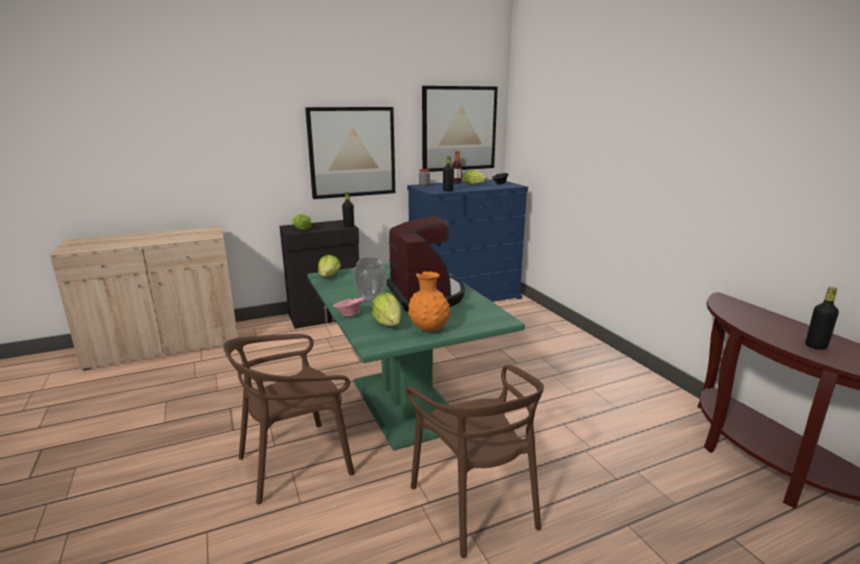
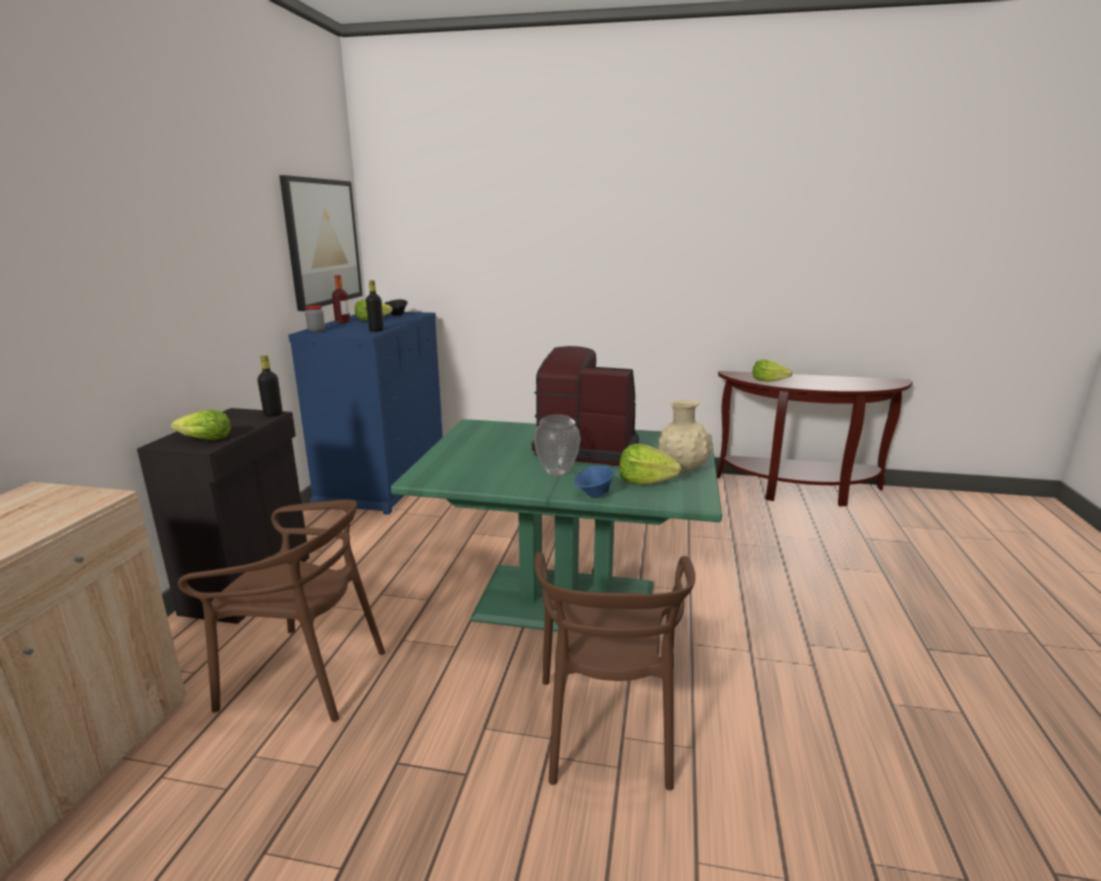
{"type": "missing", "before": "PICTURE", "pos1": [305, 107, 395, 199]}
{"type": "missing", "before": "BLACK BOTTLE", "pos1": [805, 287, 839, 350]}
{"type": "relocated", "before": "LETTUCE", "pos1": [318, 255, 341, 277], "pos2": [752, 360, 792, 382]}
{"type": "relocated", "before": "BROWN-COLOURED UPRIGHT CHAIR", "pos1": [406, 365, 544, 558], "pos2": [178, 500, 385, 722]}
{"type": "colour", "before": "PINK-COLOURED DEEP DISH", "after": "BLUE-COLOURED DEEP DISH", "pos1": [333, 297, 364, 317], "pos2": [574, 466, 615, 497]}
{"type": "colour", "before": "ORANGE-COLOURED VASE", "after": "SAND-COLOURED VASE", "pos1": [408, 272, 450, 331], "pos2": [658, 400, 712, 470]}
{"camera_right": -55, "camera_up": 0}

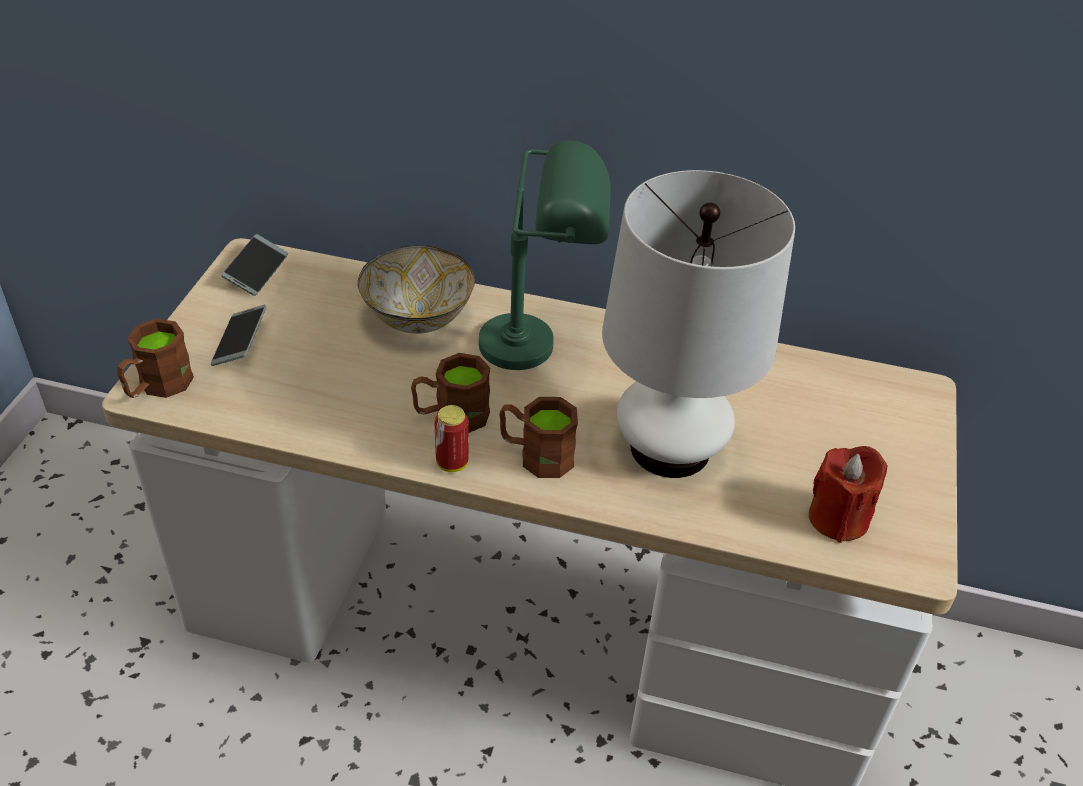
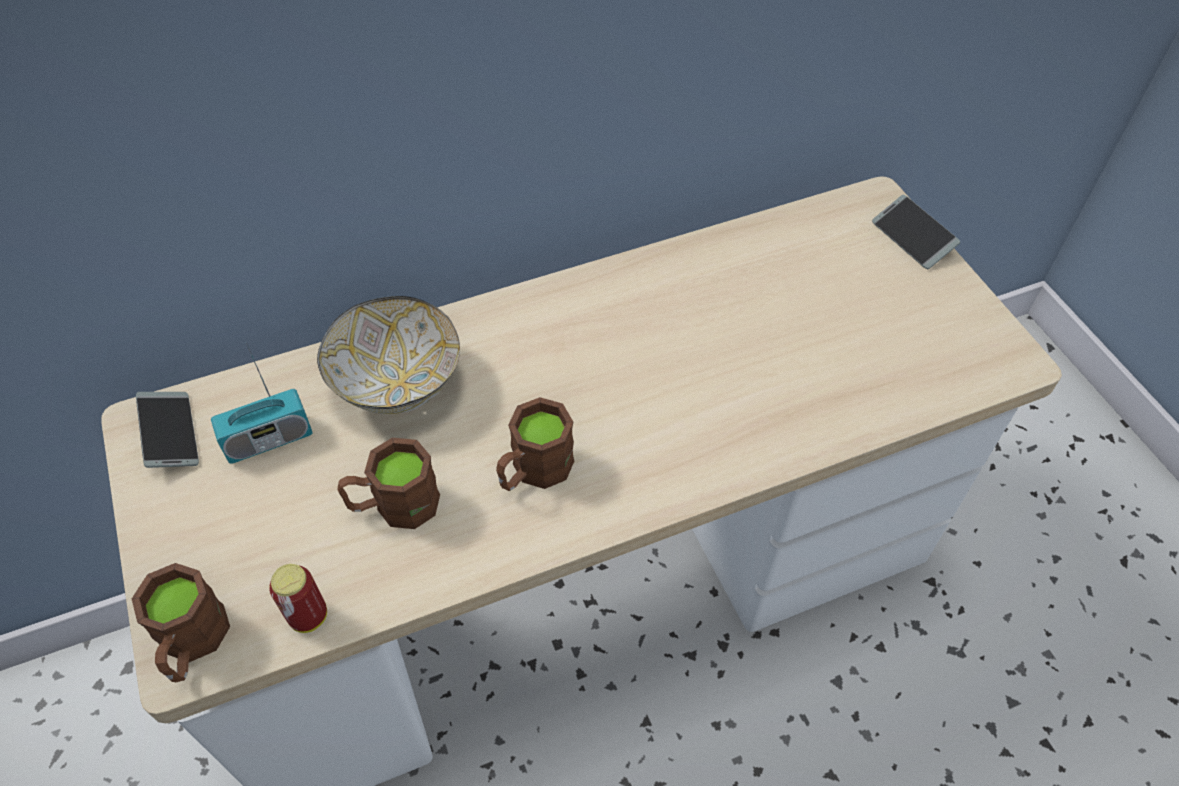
{"type": "missing", "before": "GREENISH LAMP FOR A TABLE", "pos1": [479, 140, 610, 370]}
{"type": "missing", "before": "WHITE-COLOURED LAMP FOR A TABLE", "pos1": [602, 170, 795, 478]}
{"type": "missing", "before": "RED-COLOURED WAX LIGHT", "pos1": [809, 446, 887, 543]}
{"type": "appeared", "after": "RADIO RECEIVER", "pos2": [211, 342, 313, 464]}
{"type": "relocated", "before": "TELEPHONE", "pos1": [211, 304, 266, 366], "pos2": [872, 195, 960, 269]}
{"type": "relocated", "before": "METAL CAN", "pos1": [434, 405, 469, 472], "pos2": [269, 564, 327, 633]}
{"type": "relocated", "before": "BROWN-COLOURED MUG", "pos1": [499, 397, 578, 478], "pos2": [337, 438, 440, 529]}
{"camera_right": -35, "camera_up": 10}

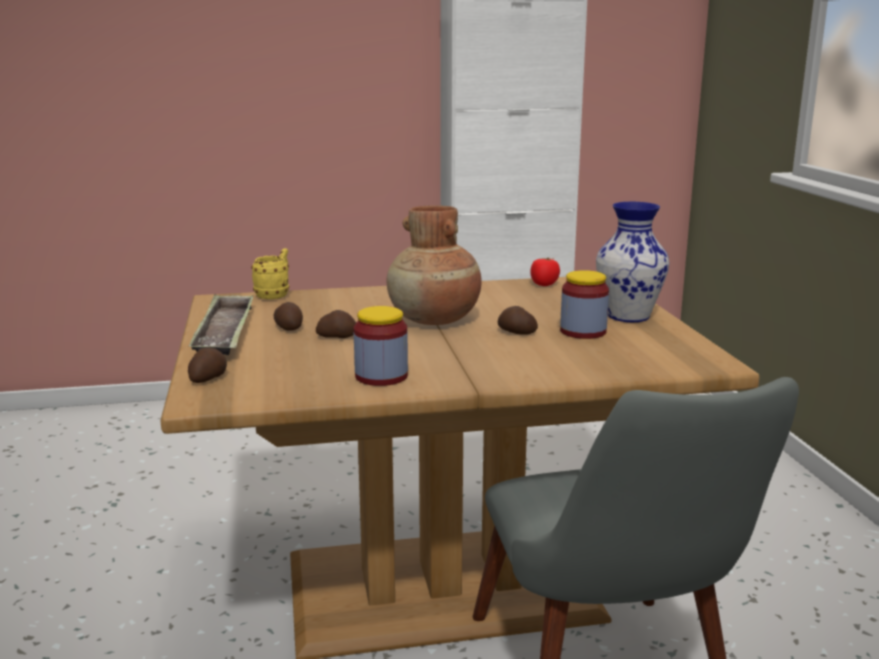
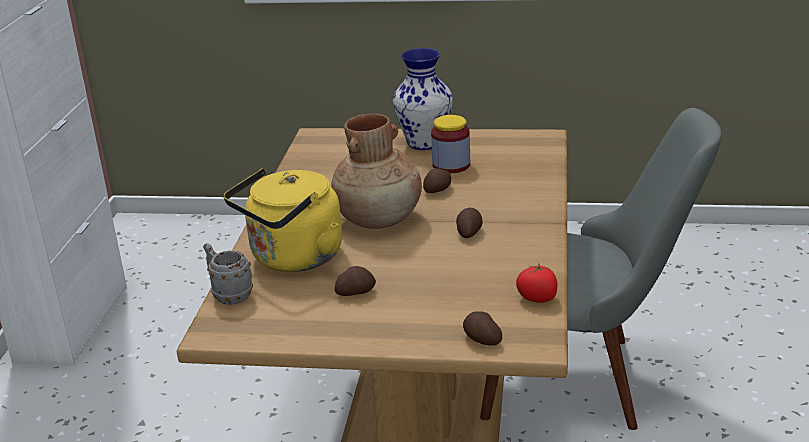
{"type": "missing", "before": "SERVING TRAY", "pos1": [189, 294, 254, 355]}
{"type": "missing", "before": "PRESERVE JAR", "pos1": [354, 306, 408, 386]}
{"type": "appeared", "after": "YELLOW-COLOURED TEA KETTLE", "pos2": [224, 168, 342, 272]}
{"type": "relocated", "before": "POTATO", "pos1": [316, 310, 356, 338], "pos2": [456, 208, 483, 238]}
{"type": "relocated", "before": "FRESH TOMATO", "pos1": [530, 258, 560, 286], "pos2": [516, 263, 558, 303]}
{"type": "colour", "before": "YELLOW-COLOURED MUG", "after": "GREY MUG", "pos1": [251, 248, 289, 299], "pos2": [203, 243, 253, 305]}
{"camera_right": -70, "camera_up": 10}

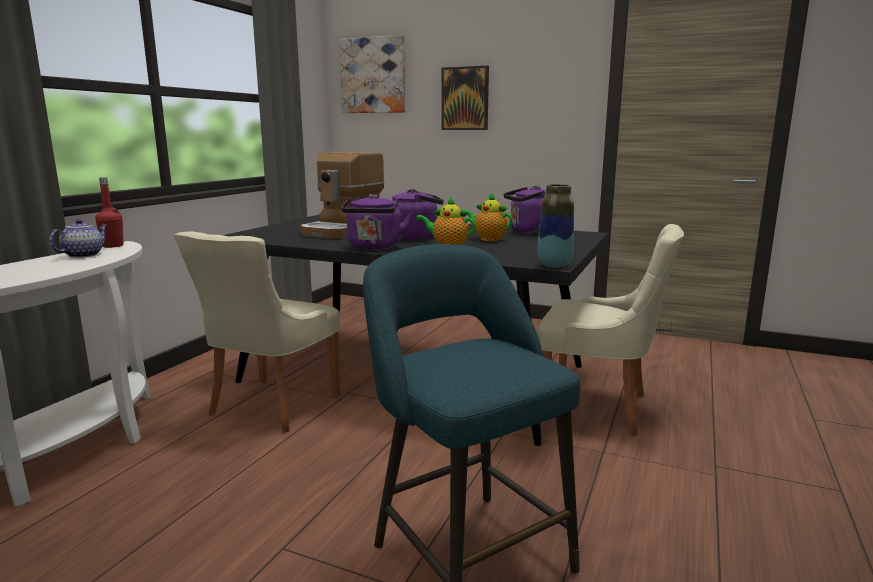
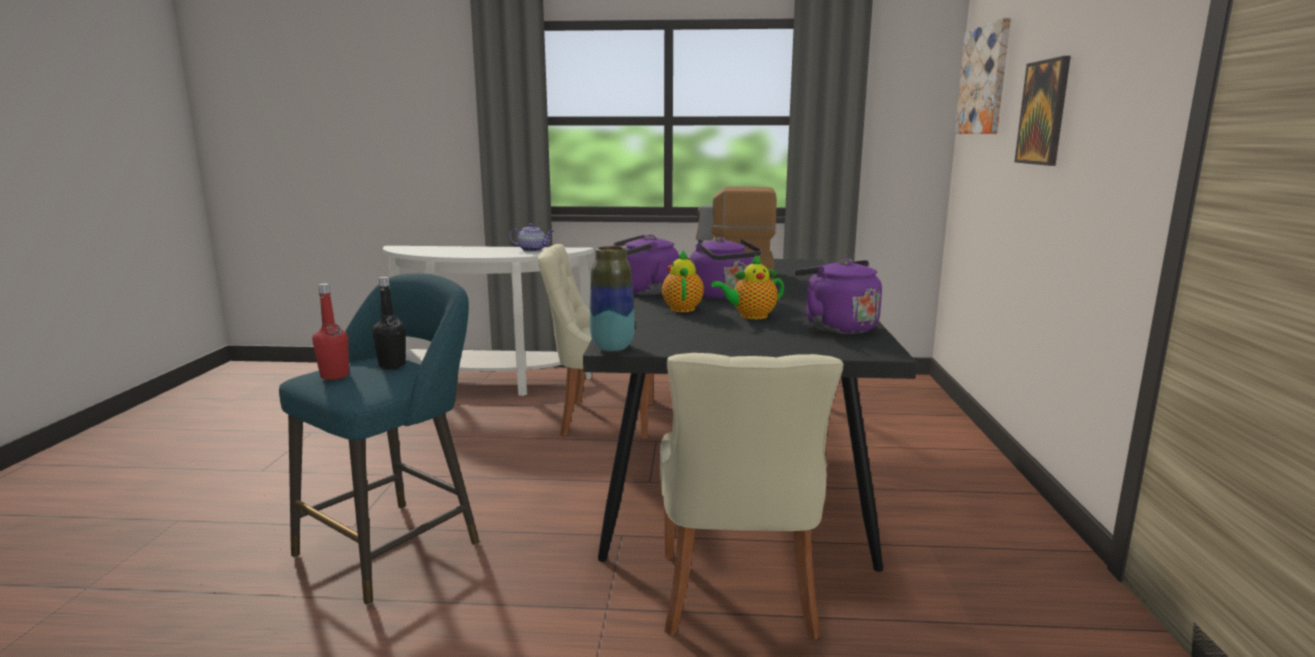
{"type": "appeared", "after": "BLACK BOTTLE", "pos2": [372, 277, 406, 369]}
{"type": "relocated", "before": "RED-COLOURED BOTTLE", "pos1": [95, 177, 124, 248], "pos2": [312, 283, 349, 380]}
{"type": "spun", "before": "TEA POT", "pos1": [461, 193, 512, 241], "pos2": [711, 255, 784, 319], "turn": -120}
{"camera_right": 70, "camera_up": 0}

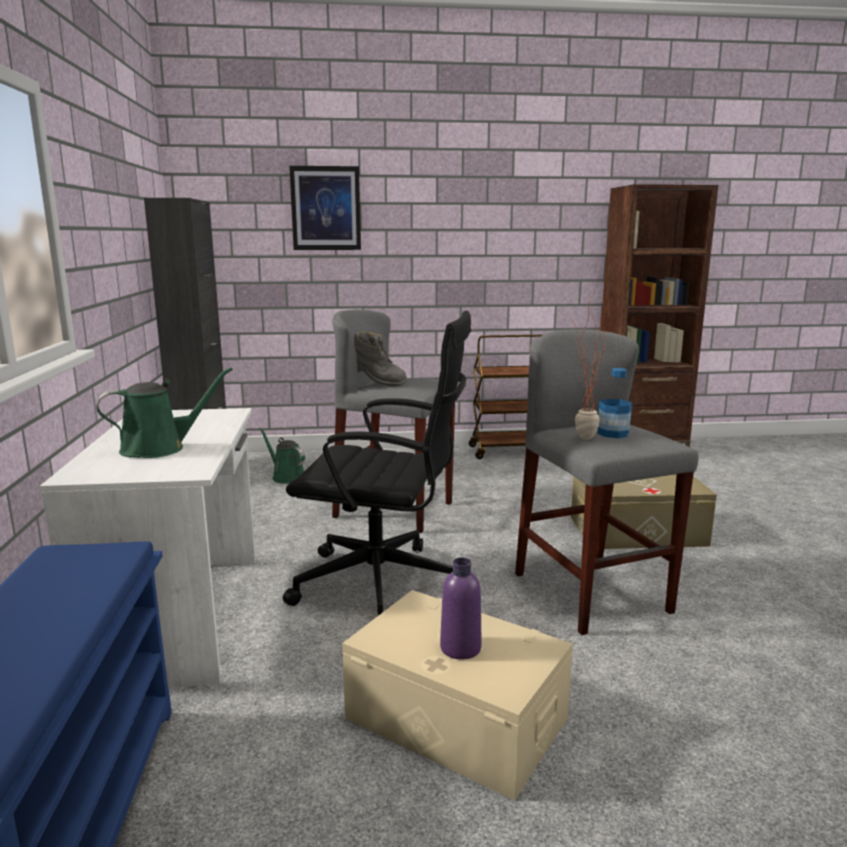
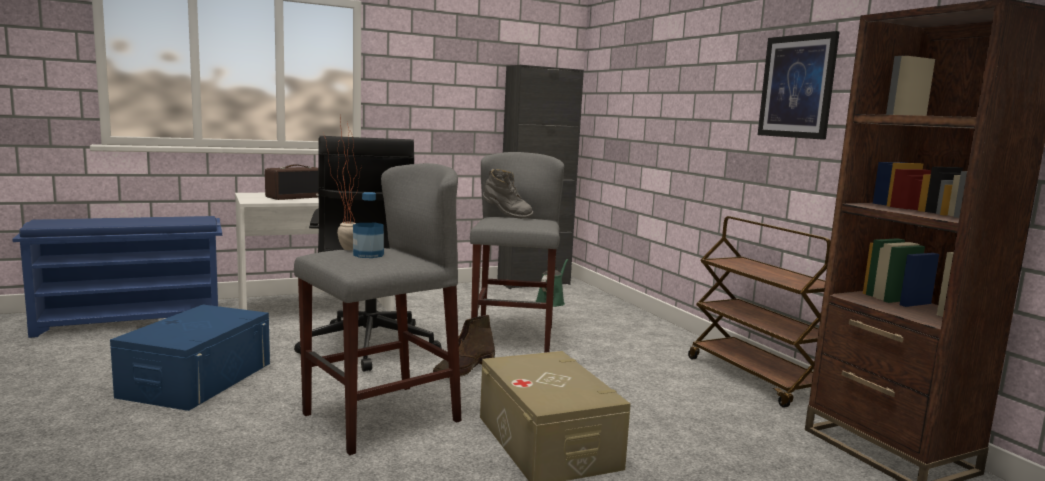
{"type": "missing", "before": "PURPLE-COLOURED BOTTLE", "pos1": [440, 557, 482, 659]}
{"type": "appeared", "after": "BROWN-COLOURED BOOT", "pos2": [433, 315, 495, 378]}
{"type": "relocated", "before": "PICTURE", "pos1": [289, 166, 361, 250], "pos2": [758, 31, 840, 140]}
{"type": "exchanged", "before": "GREENISH SPRINKLING CAN", "after": "RADIO RECEIVER", "pos1": [97, 367, 233, 458], "pos2": [265, 164, 319, 200]}
{"type": "colour", "before": "SAND-COLOURED STORAGE CONTAINER", "after": "BLUE-COLOURED STORAGE CONTAINER", "pos1": [342, 590, 573, 800], "pos2": [110, 305, 270, 411]}
{"type": "spun", "before": "GREY BOOT", "pos1": [354, 332, 407, 386], "pos2": [483, 169, 533, 219], "turn": -60}
{"camera_right": 70, "camera_up": -5}

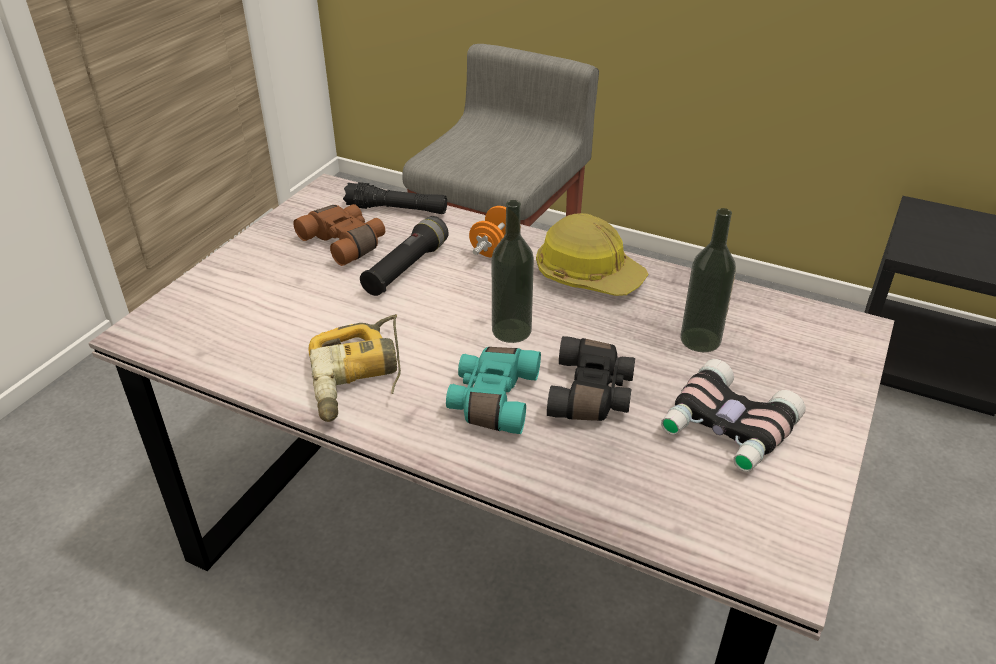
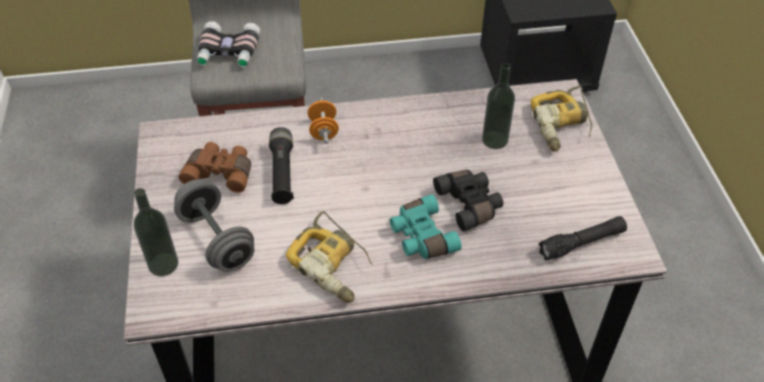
{"type": "missing", "before": "HARD HAT", "pos1": [536, 213, 648, 296]}
{"type": "appeared", "after": "GREY DUMBBELL", "pos2": [174, 179, 254, 272]}
{"type": "appeared", "after": "ELECTRIC DRILL", "pos2": [531, 86, 592, 151]}
{"type": "relocated", "before": "BLACK FLASHLIGHT", "pos1": [343, 182, 447, 214], "pos2": [538, 216, 627, 260]}
{"type": "relocated", "before": "BOTTLE", "pos1": [492, 200, 534, 343], "pos2": [134, 188, 178, 276]}
{"type": "relocated", "before": "FIELD GLASSES", "pos1": [661, 359, 806, 472], "pos2": [197, 21, 260, 67]}
{"camera_right": -35, "camera_up": 10}

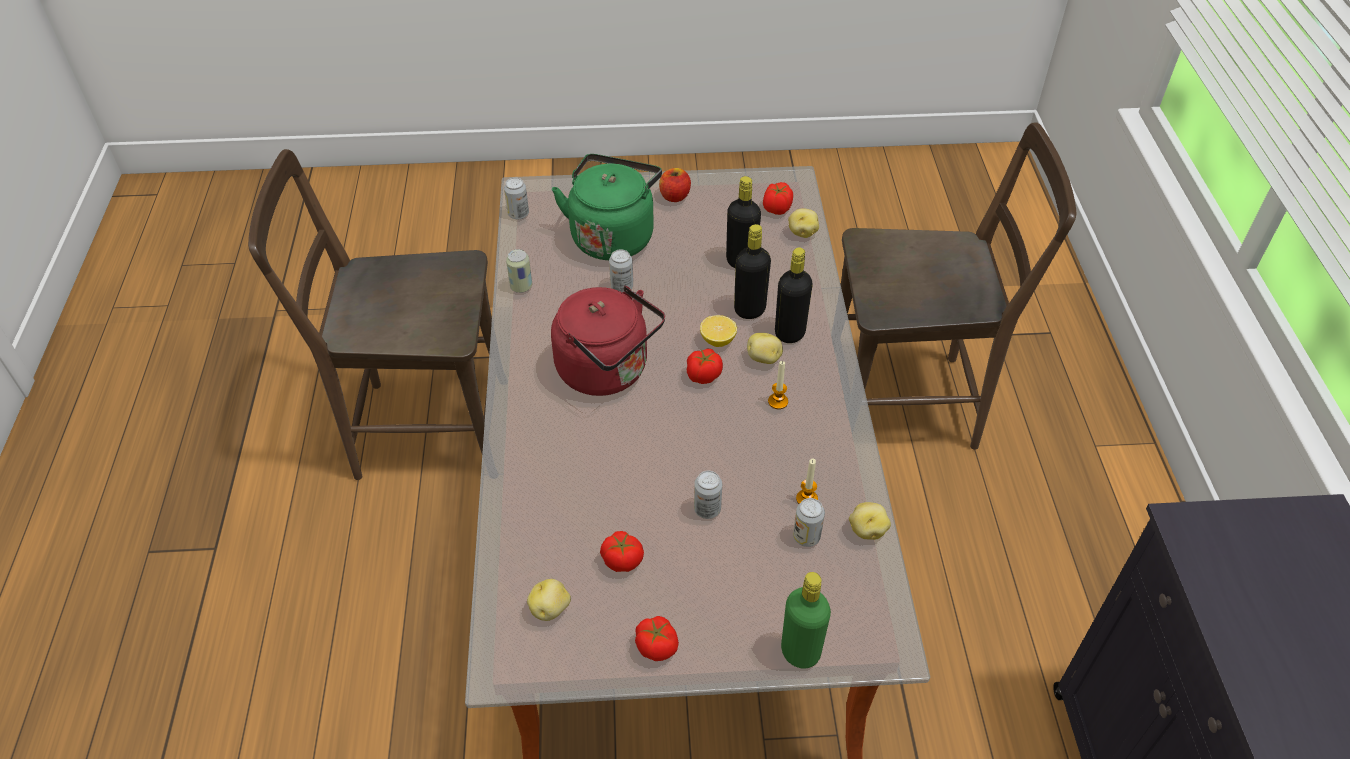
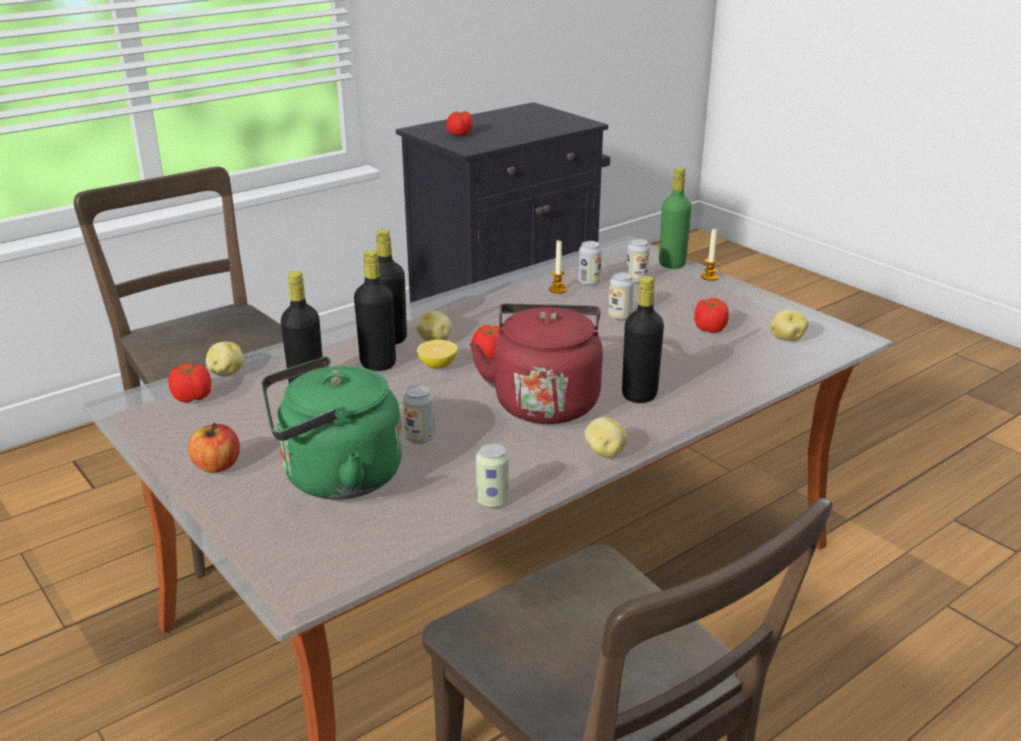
{"type": "appeared", "after": "BLACK BOTTLE", "pos2": [622, 276, 664, 403]}
{"type": "relocated", "before": "METAL CAN", "pos1": [504, 177, 529, 220], "pos2": [626, 239, 650, 283]}
{"type": "relocated", "before": "FRESH TOMATO", "pos1": [635, 616, 679, 661], "pos2": [446, 111, 473, 136]}
{"type": "relocated", "before": "WAX LIGHT", "pos1": [768, 361, 788, 409], "pos2": [701, 228, 719, 281]}
{"type": "relocated", "before": "POTATO", "pos1": [849, 502, 891, 540], "pos2": [584, 417, 627, 458]}
{"camera_right": -125, "camera_up": -20}

